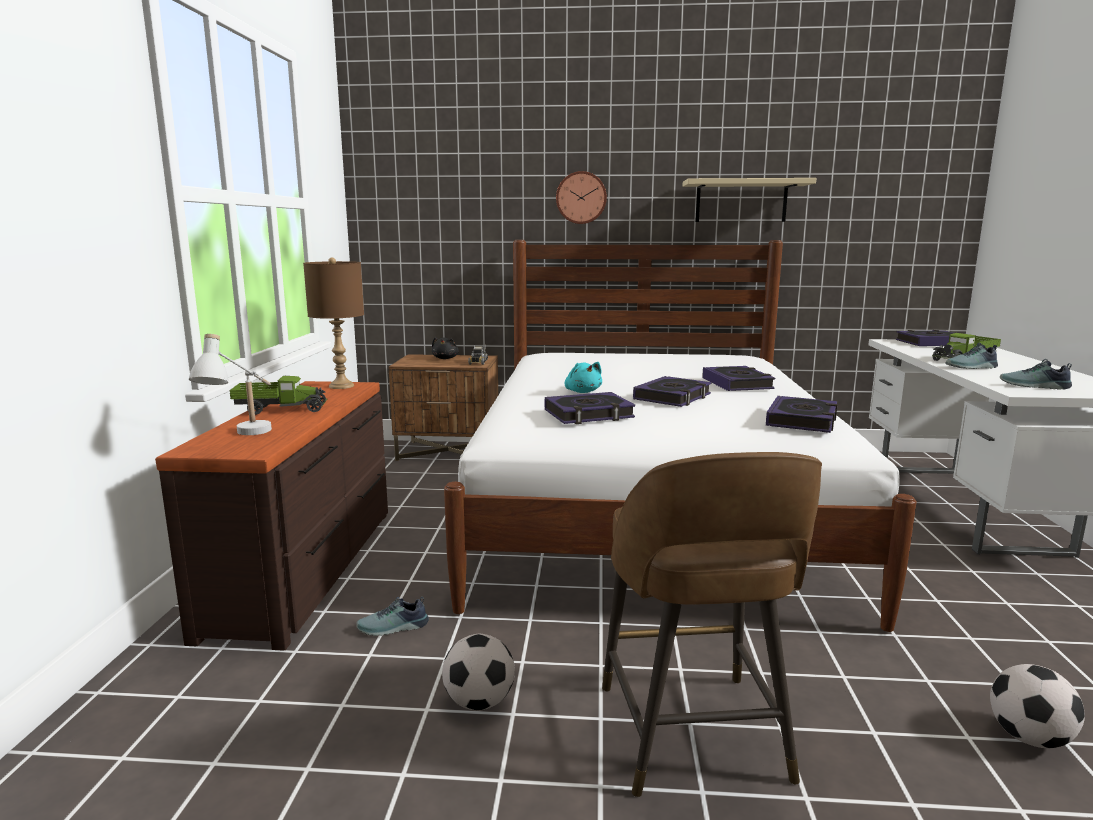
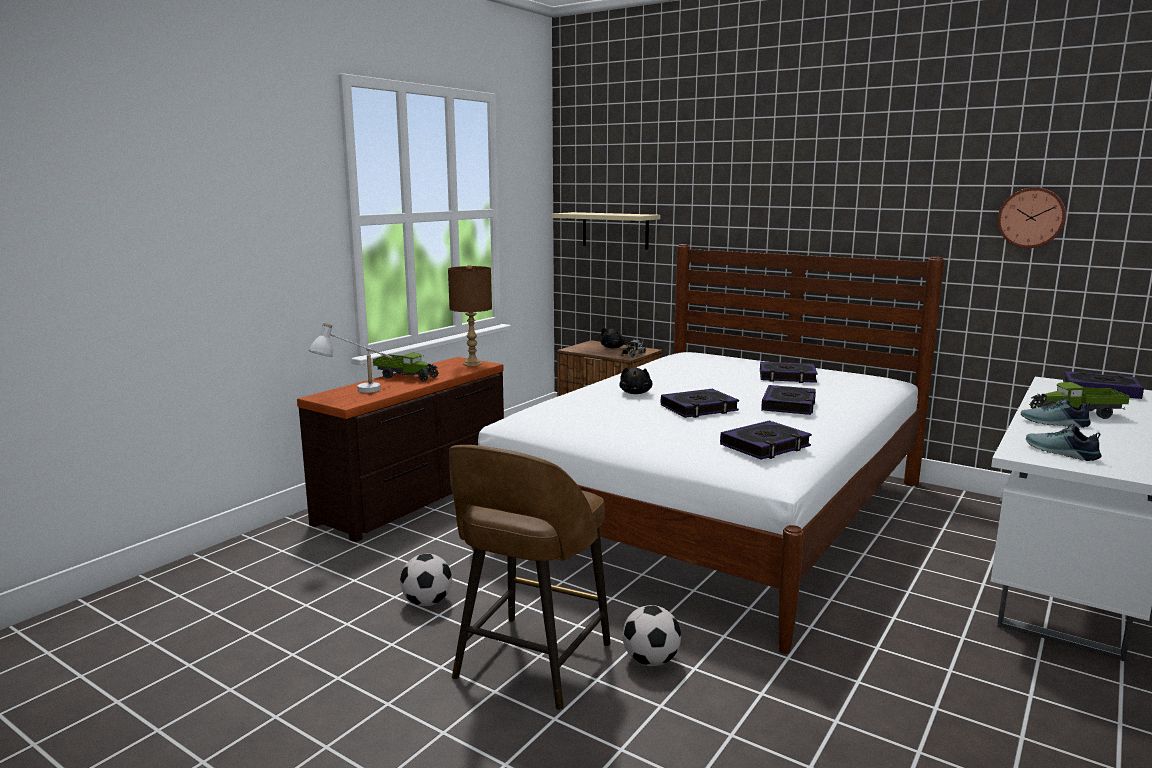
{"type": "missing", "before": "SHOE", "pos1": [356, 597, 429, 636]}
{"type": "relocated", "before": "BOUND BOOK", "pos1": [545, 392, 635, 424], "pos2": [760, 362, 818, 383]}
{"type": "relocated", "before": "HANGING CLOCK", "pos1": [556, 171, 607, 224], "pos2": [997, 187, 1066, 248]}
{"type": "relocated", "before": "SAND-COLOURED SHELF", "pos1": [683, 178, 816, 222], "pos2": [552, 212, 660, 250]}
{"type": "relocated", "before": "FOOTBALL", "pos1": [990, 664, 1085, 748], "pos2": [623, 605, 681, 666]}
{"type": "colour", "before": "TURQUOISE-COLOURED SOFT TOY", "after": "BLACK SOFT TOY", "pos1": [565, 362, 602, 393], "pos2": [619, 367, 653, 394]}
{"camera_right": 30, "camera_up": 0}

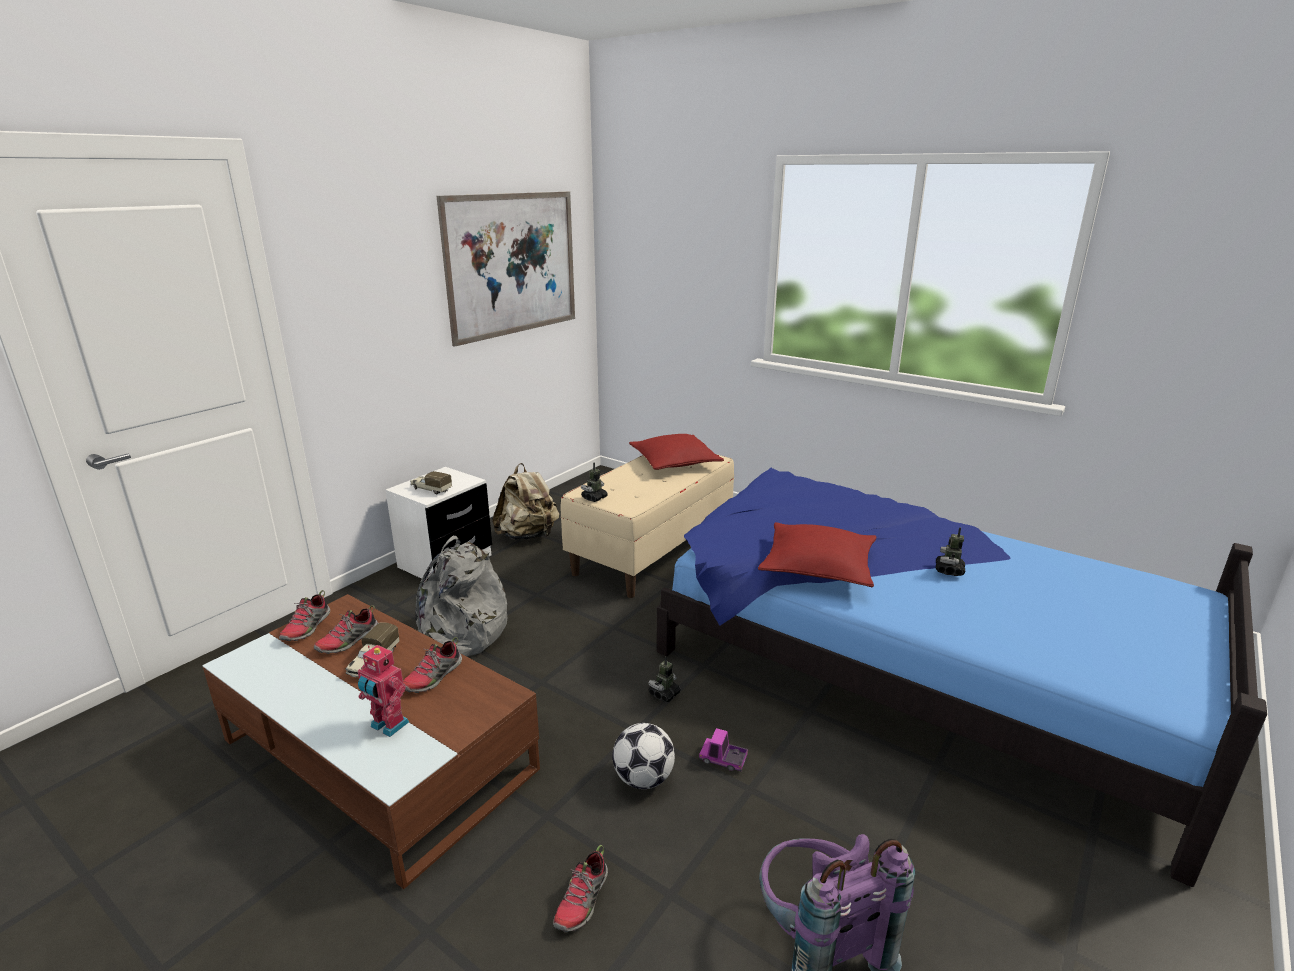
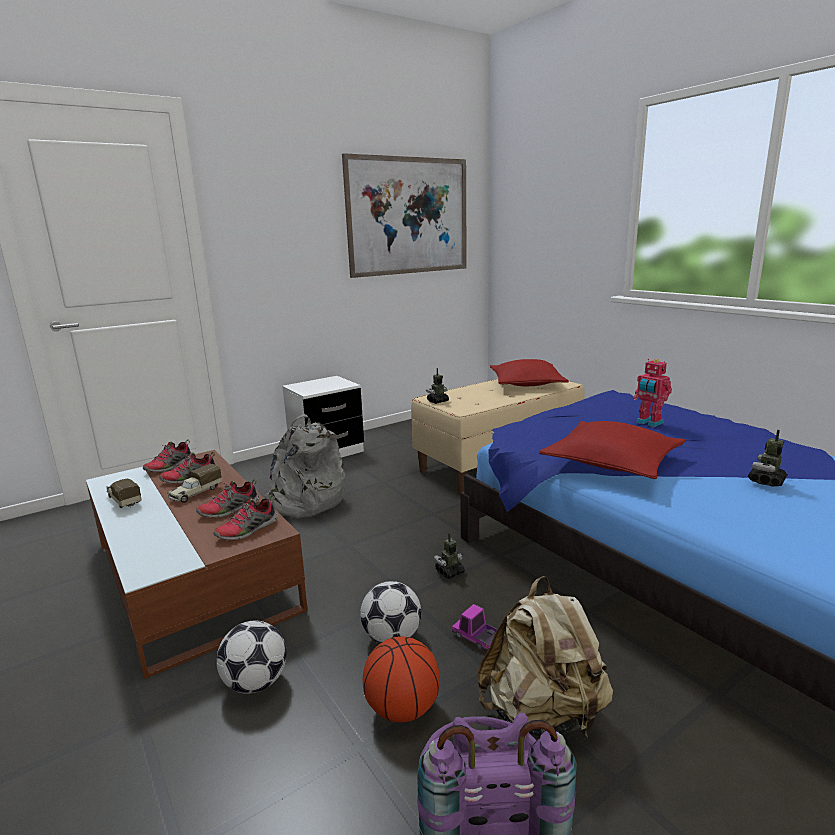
{"type": "appeared", "after": "FOOTBALL", "pos2": [216, 621, 287, 694]}
{"type": "appeared", "after": "BALL FOR BASKETBALL", "pos2": [363, 637, 440, 723]}
{"type": "relocated", "before": "TOY ROBOT", "pos1": [358, 645, 409, 737], "pos2": [633, 359, 672, 427]}
{"type": "relocated", "before": "MODEL TRUCK", "pos1": [410, 471, 452, 494], "pos2": [106, 479, 142, 508]}
{"type": "relocated", "before": "SAND-COLOURED RUCKSACK", "pos1": [492, 463, 559, 540], "pos2": [477, 576, 613, 737]}
{"type": "relocated", "before": "SHOE", "pos1": [553, 845, 608, 932], "pos2": [213, 496, 278, 541]}
{"camera_right": 20, "camera_up": -5}

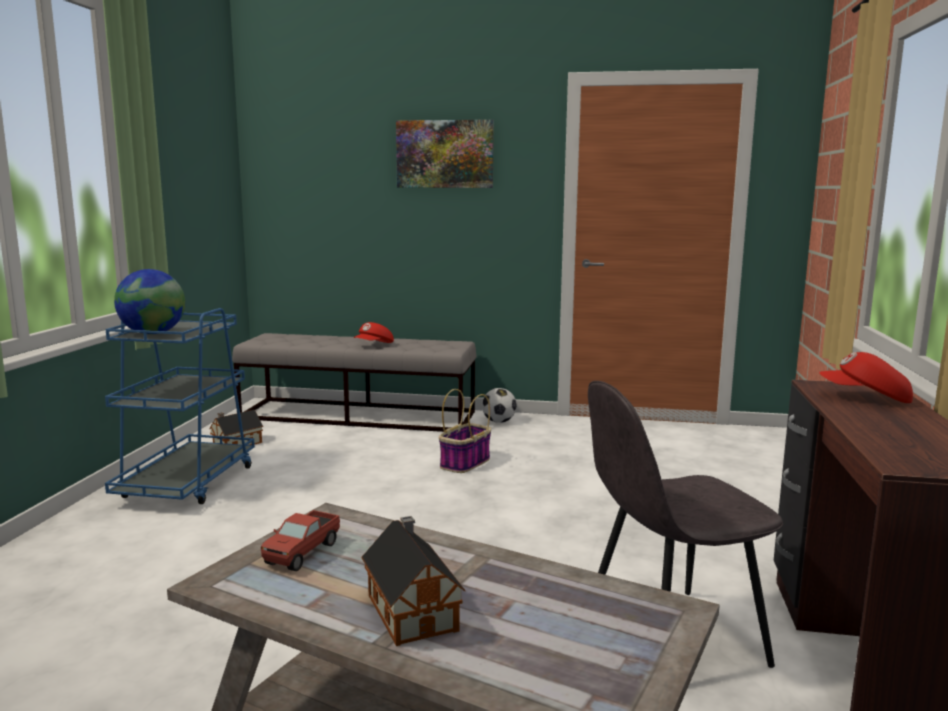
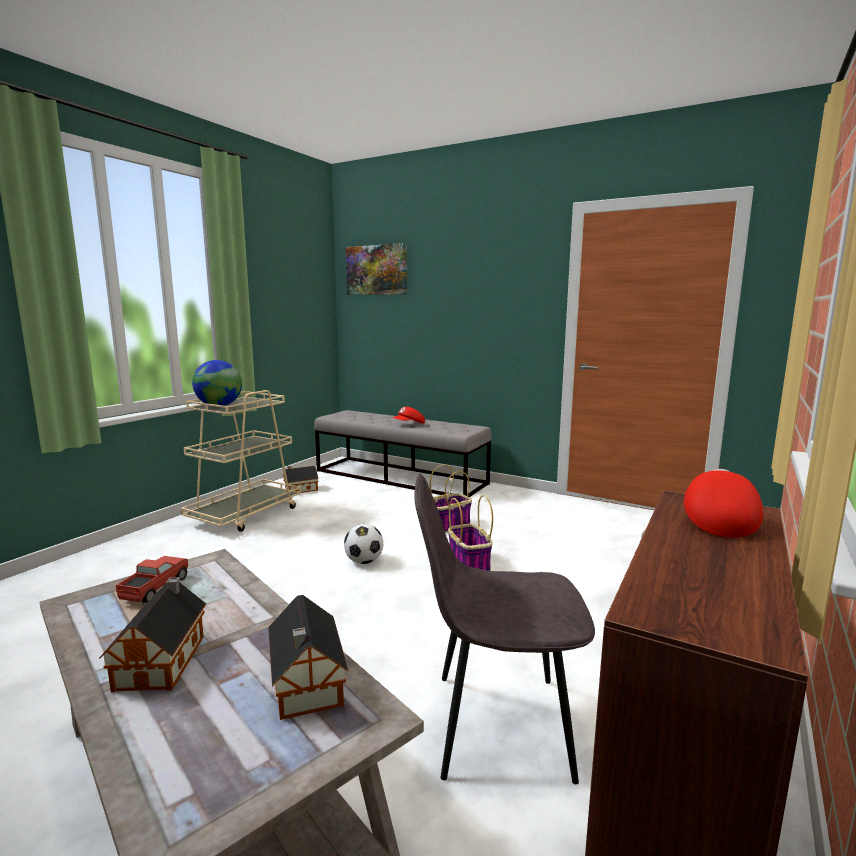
{"type": "appeared", "after": "MODEL HOUSE", "pos2": [268, 595, 349, 720]}
{"type": "appeared", "after": "HOUSEHOLD BASKET", "pos2": [448, 495, 493, 571]}
{"type": "relocated", "before": "PICTURE", "pos1": [396, 120, 494, 188], "pos2": [345, 243, 407, 295]}
{"type": "relocated", "before": "FOOTBALL", "pos1": [482, 388, 517, 423], "pos2": [344, 524, 383, 564]}
{"type": "colour", "before": "BLUE-COLOURED CART", "after": "SAND-COLOURED CART", "pos1": [105, 308, 255, 504], "pos2": [181, 390, 301, 532]}
{"type": "spun", "before": "MODEL TRUCK", "pos1": [261, 510, 340, 571], "pos2": [116, 556, 188, 603], "turn": 150}
{"type": "spun", "before": "RED-COLOURED CAP", "pos1": [819, 352, 913, 403], "pos2": [684, 469, 763, 538], "turn": 75}
{"camera_right": 20, "camera_up": 0}

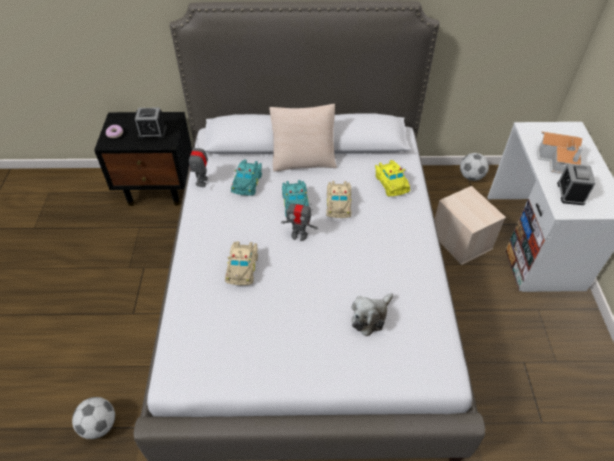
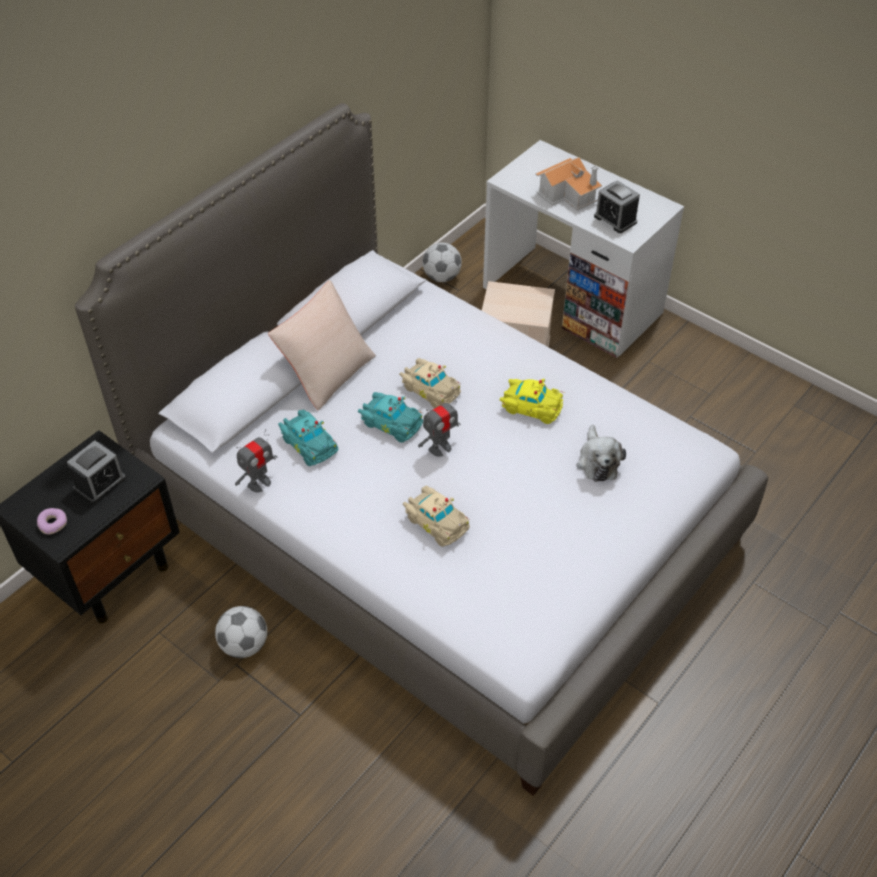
{"type": "relocated", "before": "FOOTBALL", "pos1": [72, 397, 115, 439], "pos2": [215, 606, 267, 658]}
{"type": "relocated", "before": "YELLOW-COLOURED MODEL CAR", "pos1": [375, 160, 410, 196], "pos2": [500, 379, 565, 424]}
{"type": "spun", "before": "TOY ROBOT", "pos1": [189, 138, 208, 187], "pos2": [235, 429, 278, 493], "turn": -90}
{"camera_right": -50, "camera_up": 0}

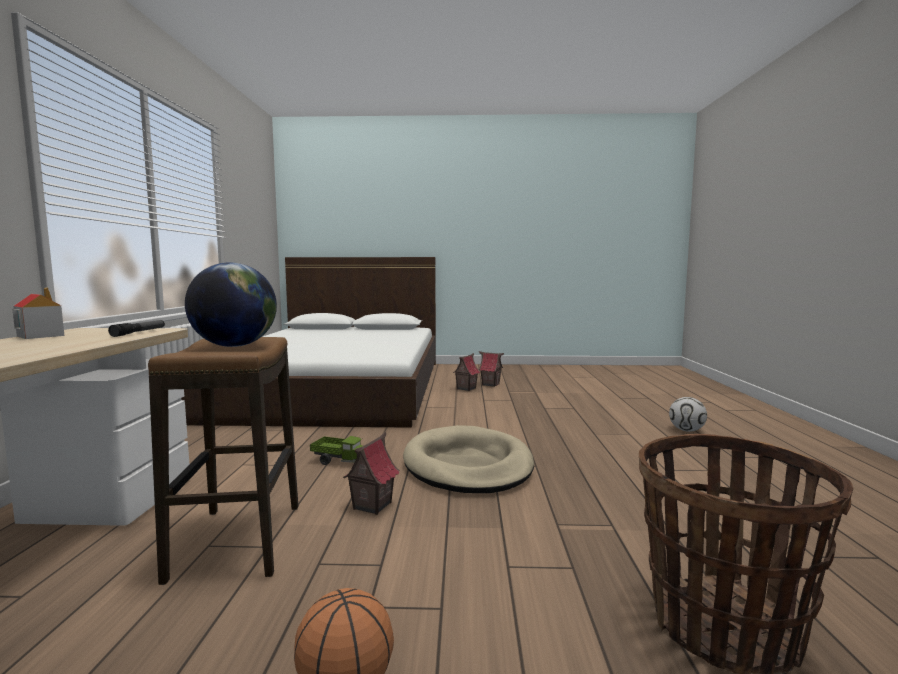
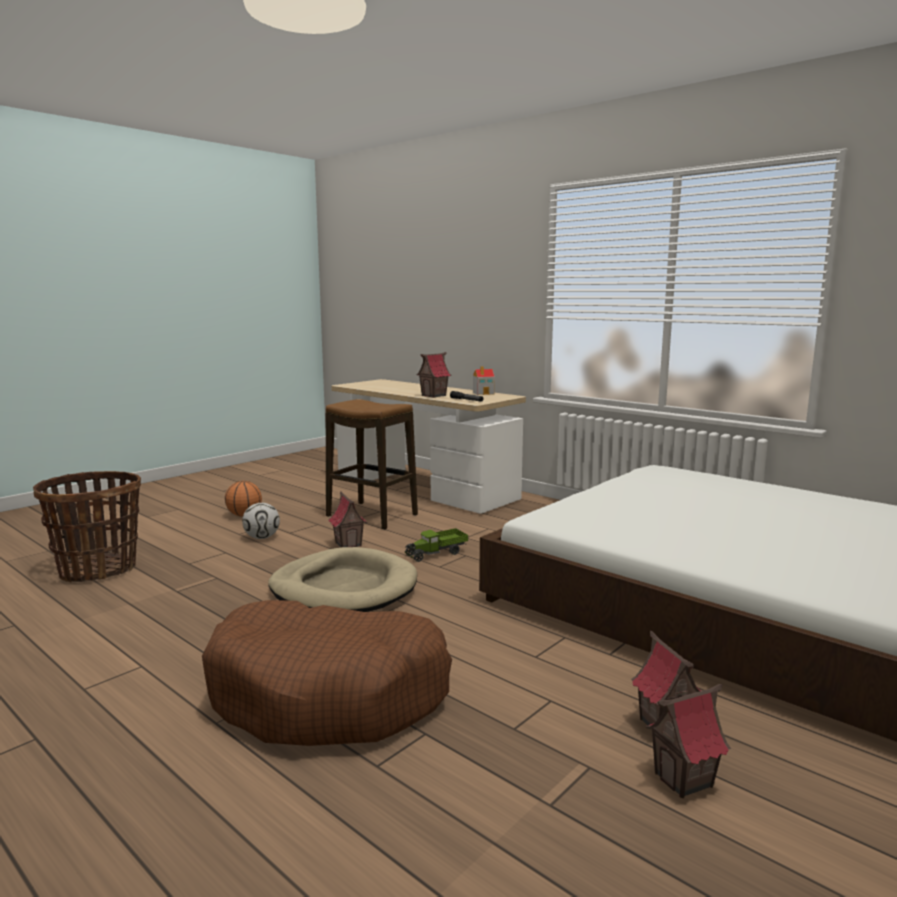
{"type": "missing", "before": "DESK GLOBE", "pos1": [185, 262, 277, 347]}
{"type": "appeared", "after": "BROWN-COLOURED DOG CUSHION", "pos2": [202, 600, 452, 746]}
{"type": "appeared", "after": "MODEL HOUSE", "pos2": [416, 352, 451, 398]}
{"type": "relocated", "before": "FOOTBALL", "pos1": [669, 397, 707, 432], "pos2": [242, 503, 280, 539]}
{"camera_right": 130, "camera_up": 5}

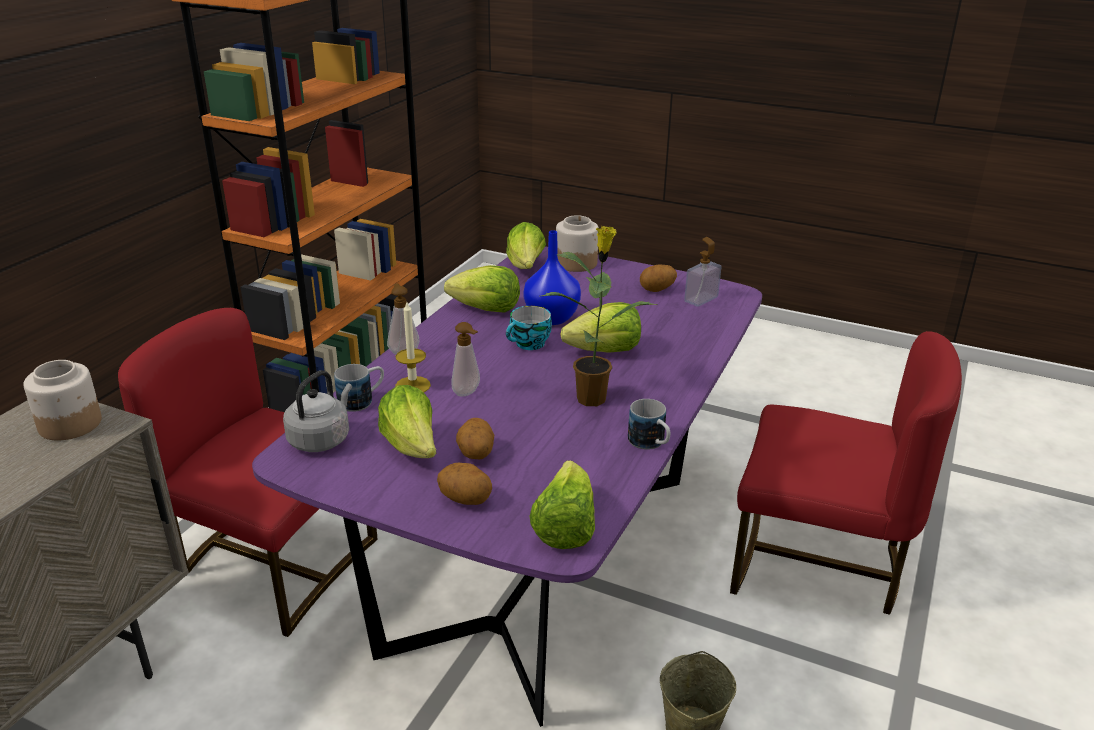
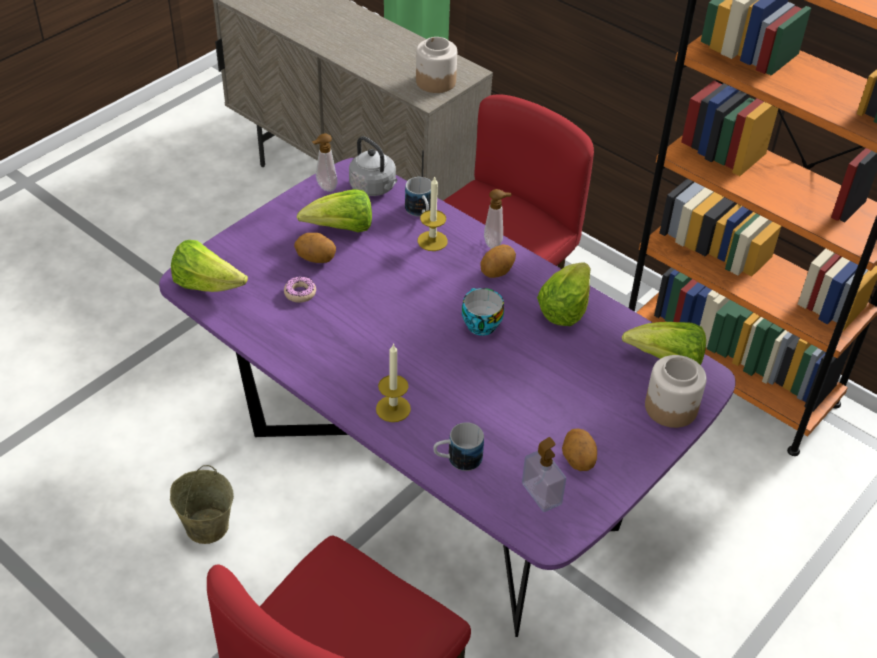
{"type": "missing", "before": "BLUE-COLOURED VASE", "pos1": [523, 230, 581, 325]}
{"type": "missing", "before": "PLANT IN A POT", "pos1": [541, 226, 658, 406]}
{"type": "missing", "before": "LETTUCE", "pos1": [560, 302, 641, 353]}
{"type": "appeared", "after": "DONUT", "pos2": [284, 276, 316, 303]}
{"type": "appeared", "after": "WAX LIGHT", "pos2": [376, 343, 411, 422]}
{"type": "relocated", "before": "POTATO", "pos1": [437, 463, 492, 505], "pos2": [480, 244, 516, 278]}
{"type": "relocated", "before": "SOAP BOTTLE", "pos1": [451, 322, 480, 396], "pos2": [312, 133, 338, 192]}
{"type": "relocated", "before": "MUG", "pos1": [628, 399, 670, 450], "pos2": [433, 422, 484, 471]}
{"camera_right": 105, "camera_up": 15}

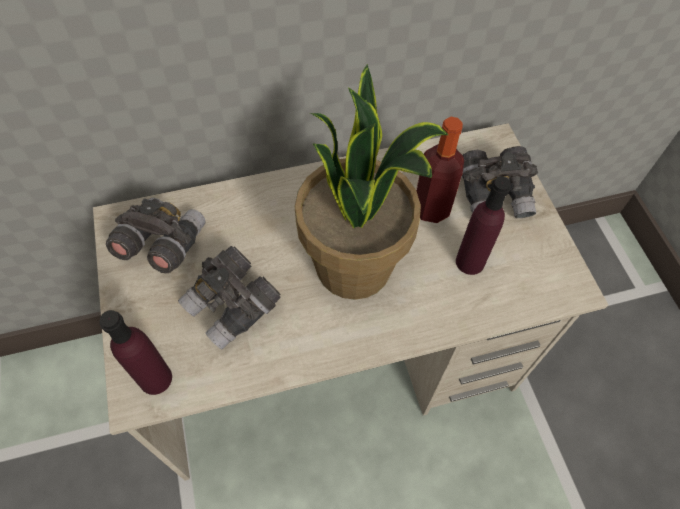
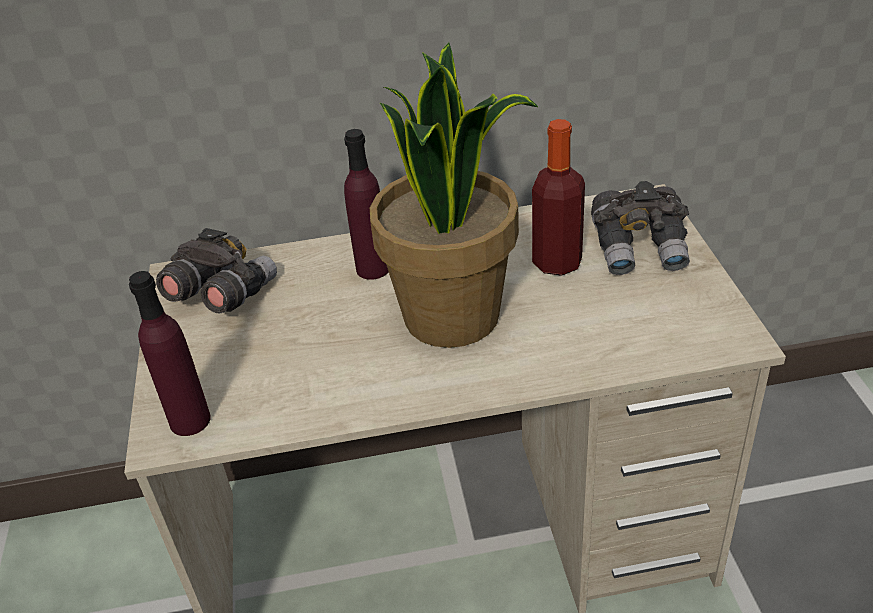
{"type": "missing", "before": "GREY FIELD GLASSES", "pos1": [178, 246, 281, 350]}
{"type": "relocated", "before": "PURPLE-COLOURED BOTTLE", "pos1": [456, 177, 511, 275], "pos2": [344, 129, 388, 280]}
{"camera_right": 10, "camera_up": -20}

